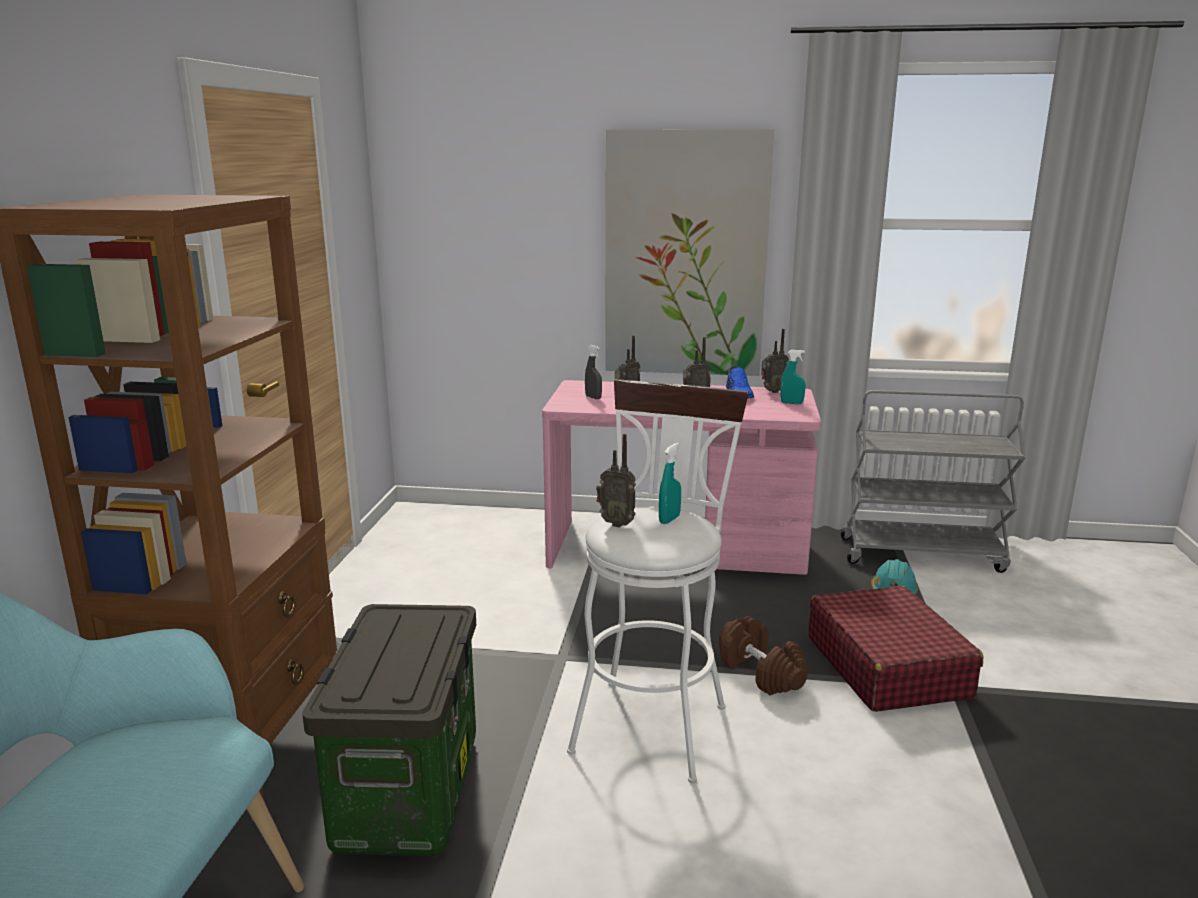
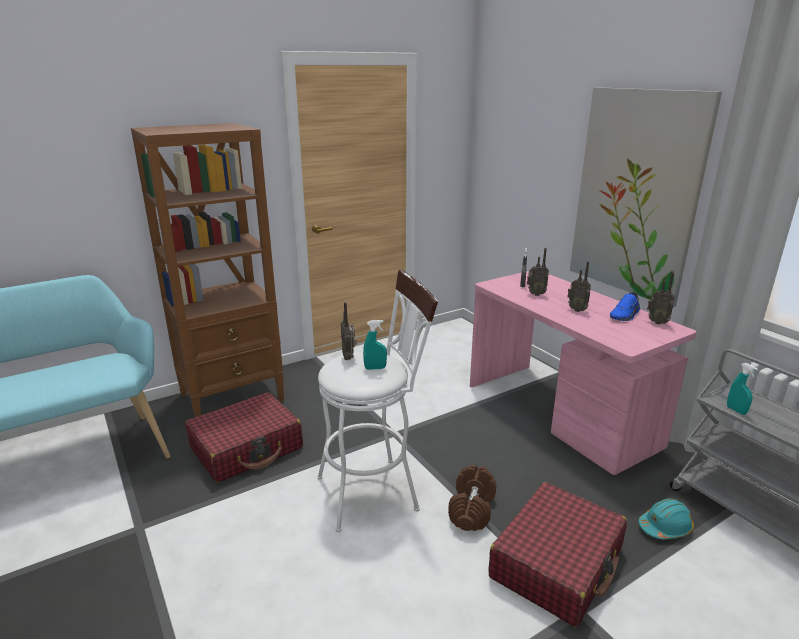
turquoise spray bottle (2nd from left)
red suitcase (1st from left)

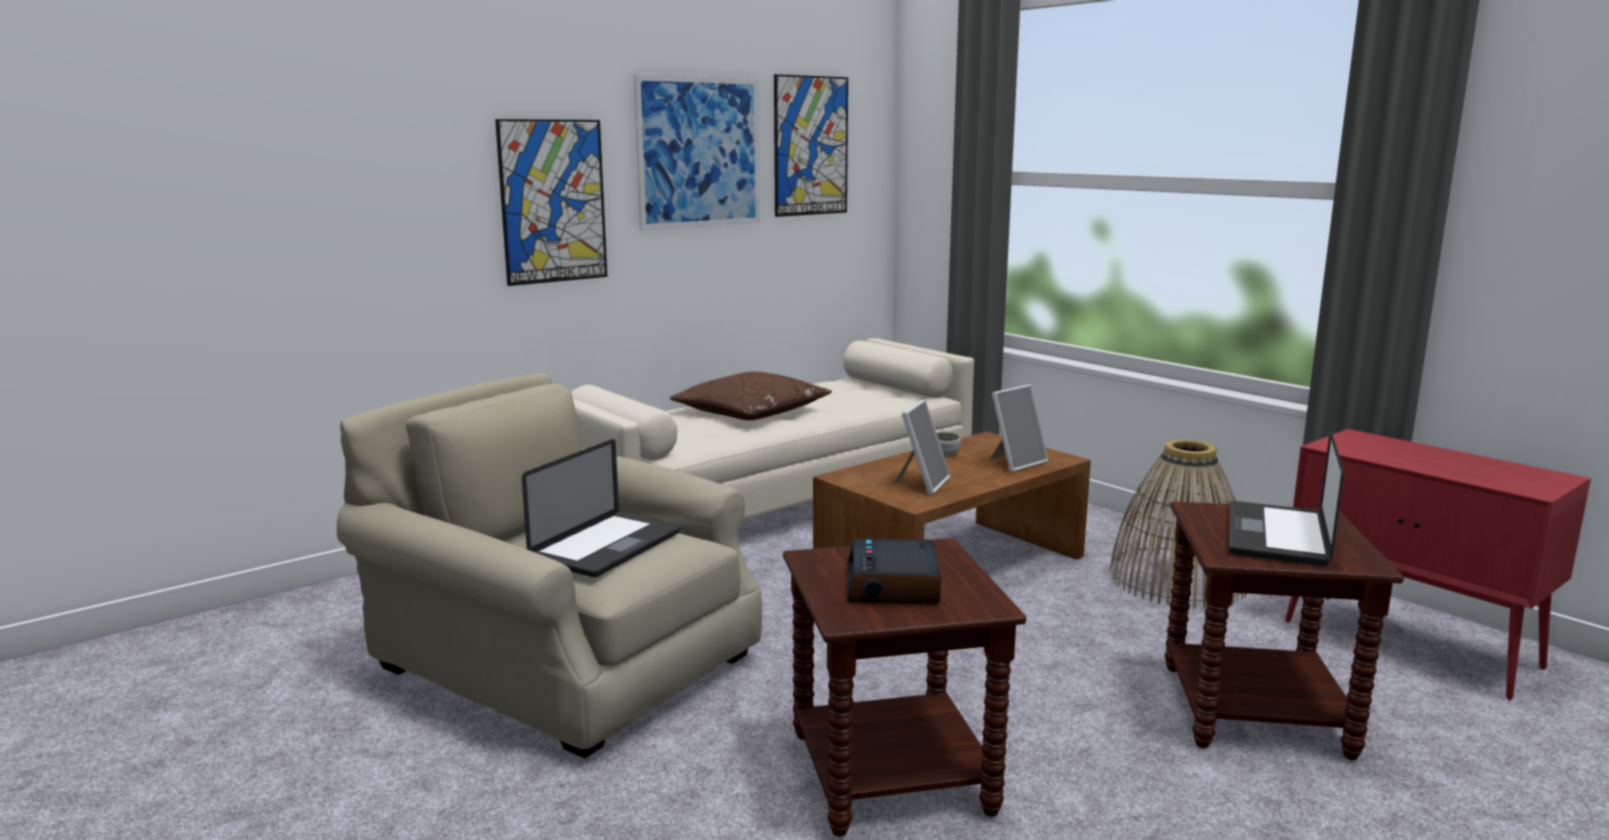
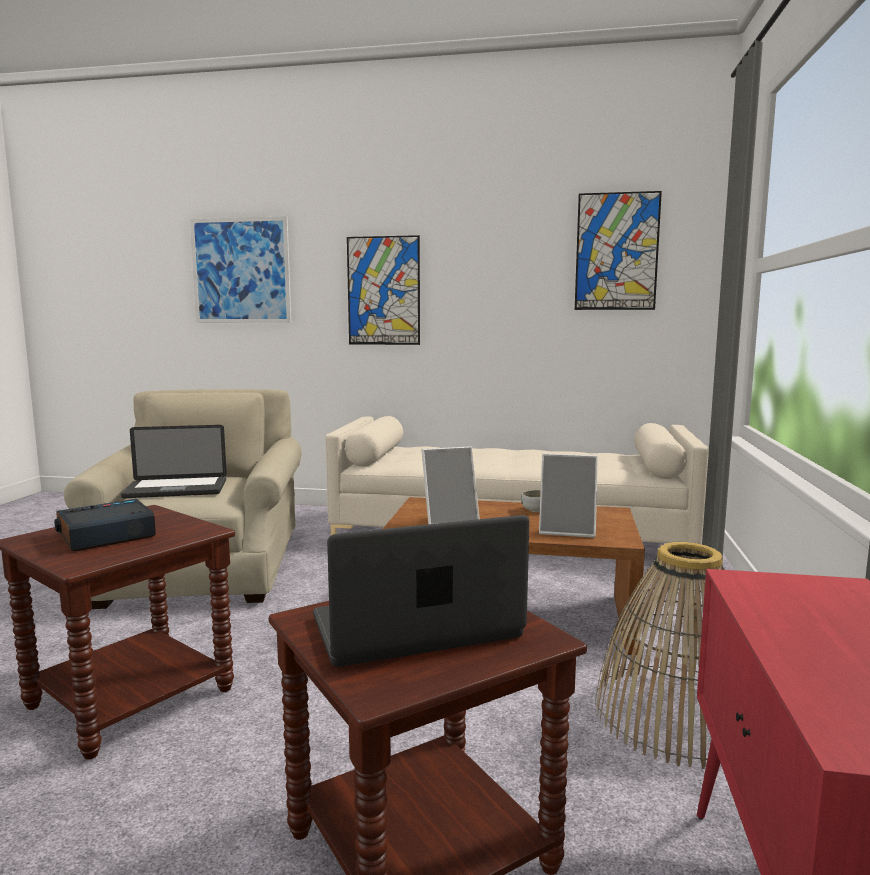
picture (1st from left)
brown pillow

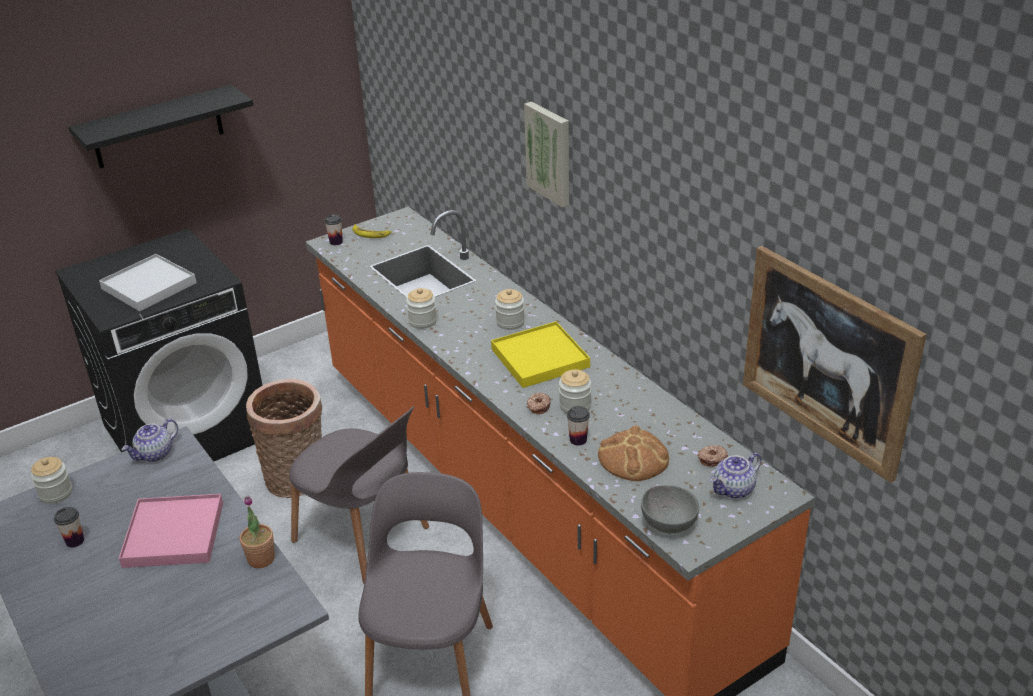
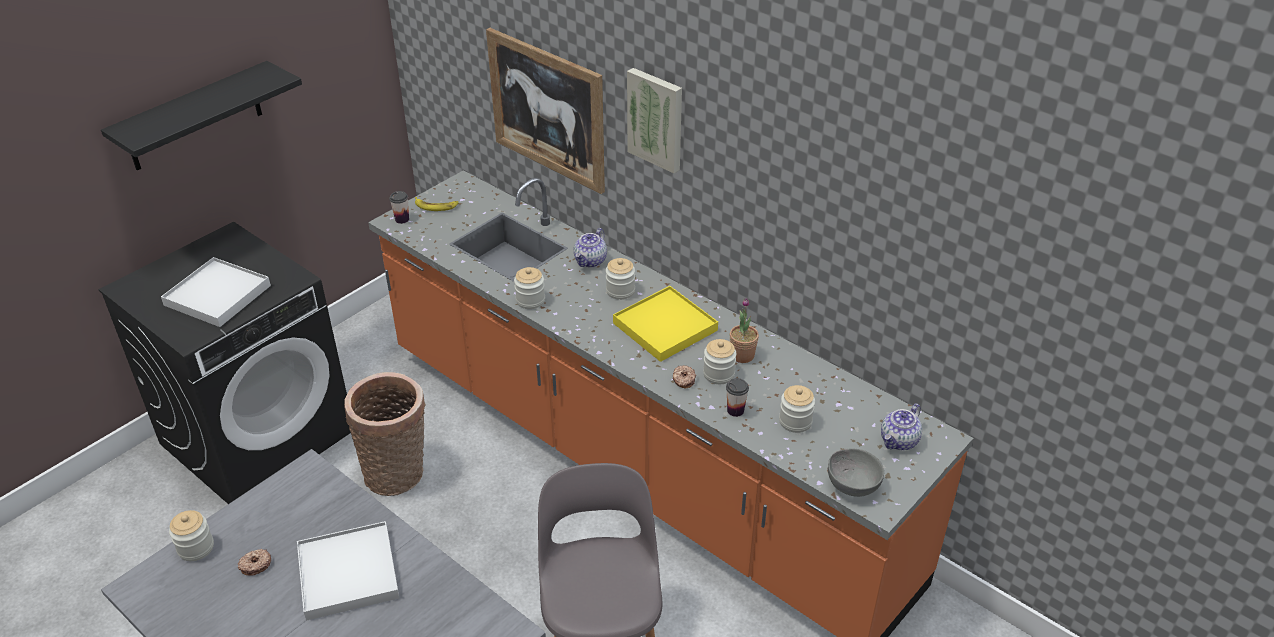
picture (1st from left)
grey chair (1st from left in the first image)
teapot (1st from left)
jar (5th from left)
donut (1st from left)
white tray (2nd from left)
potted plant
cup (1st from left in the first image)

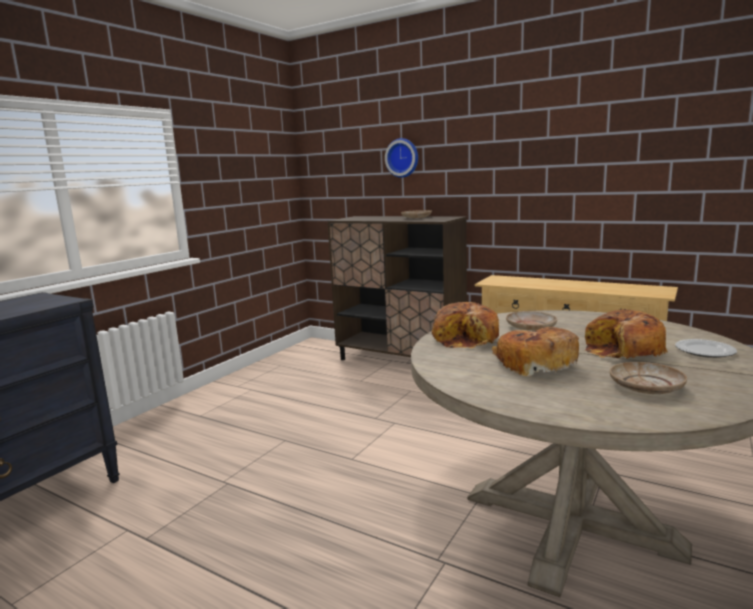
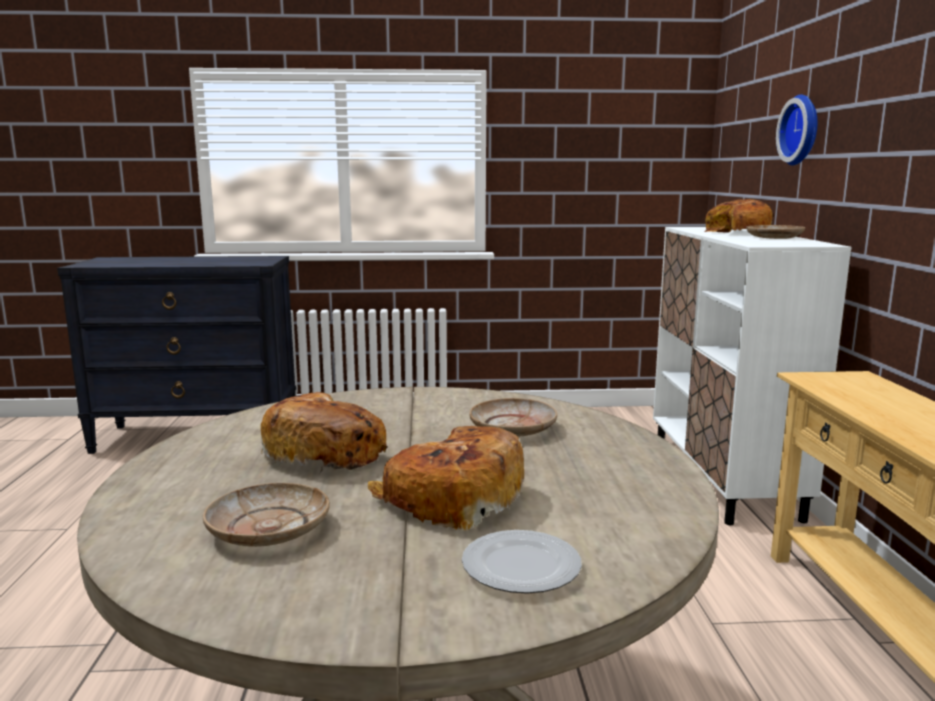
white cabinet
bread (3rd from left)

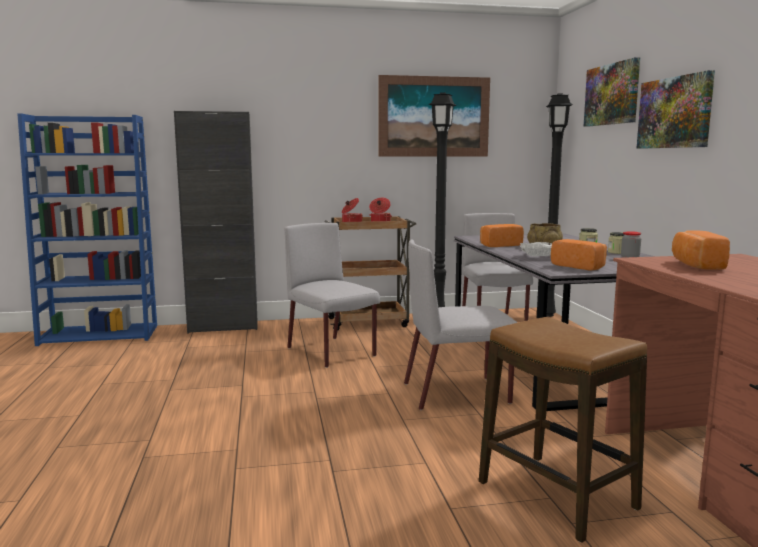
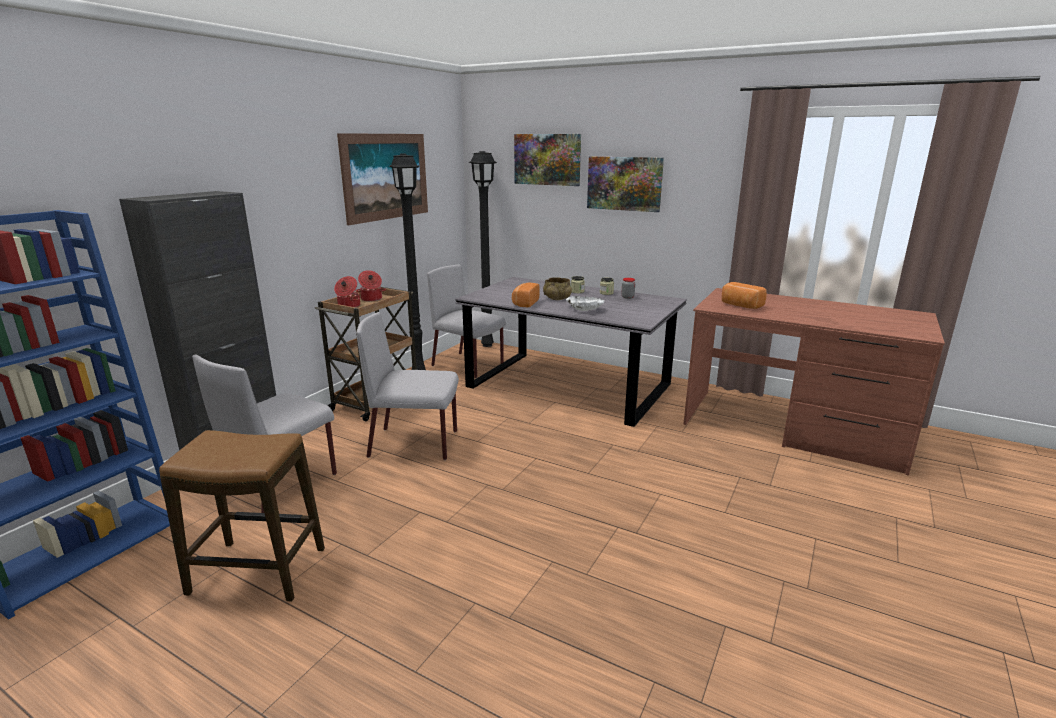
grey chair (1st from left)
bread (2nd from left in the first image)
stool

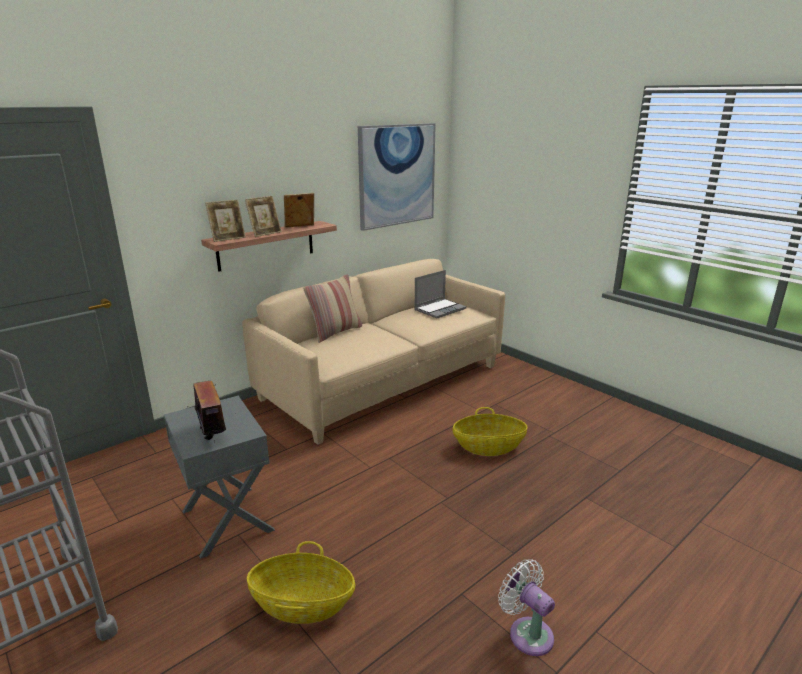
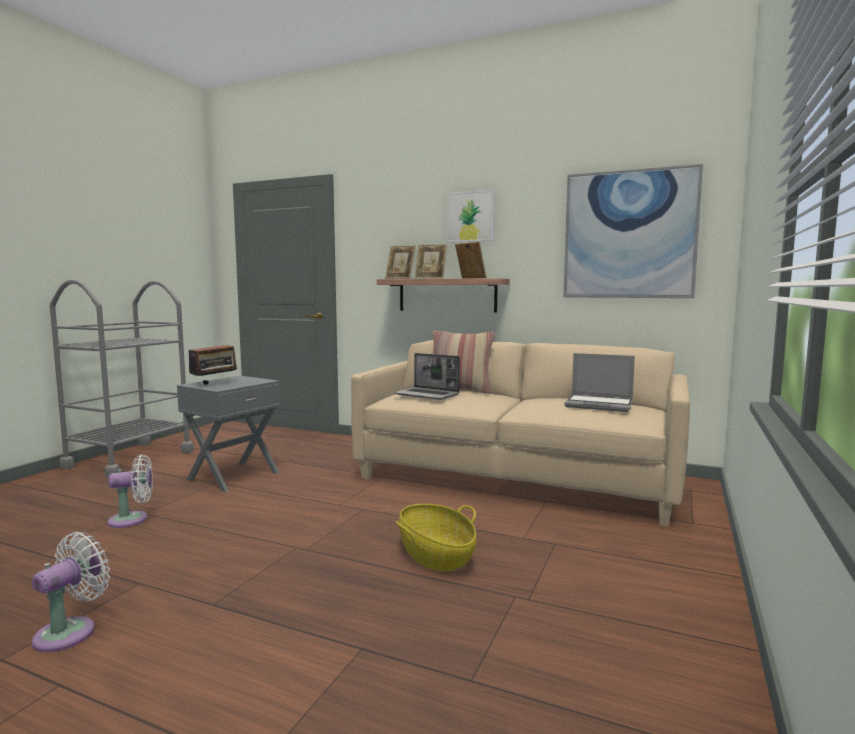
white fan (2nd from left)
picture (1st from left)
laptop (1st from left)

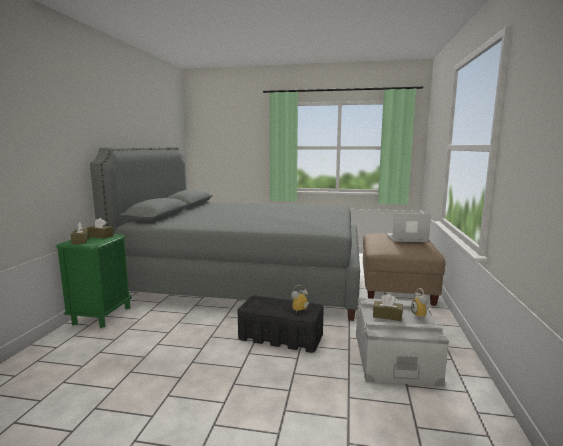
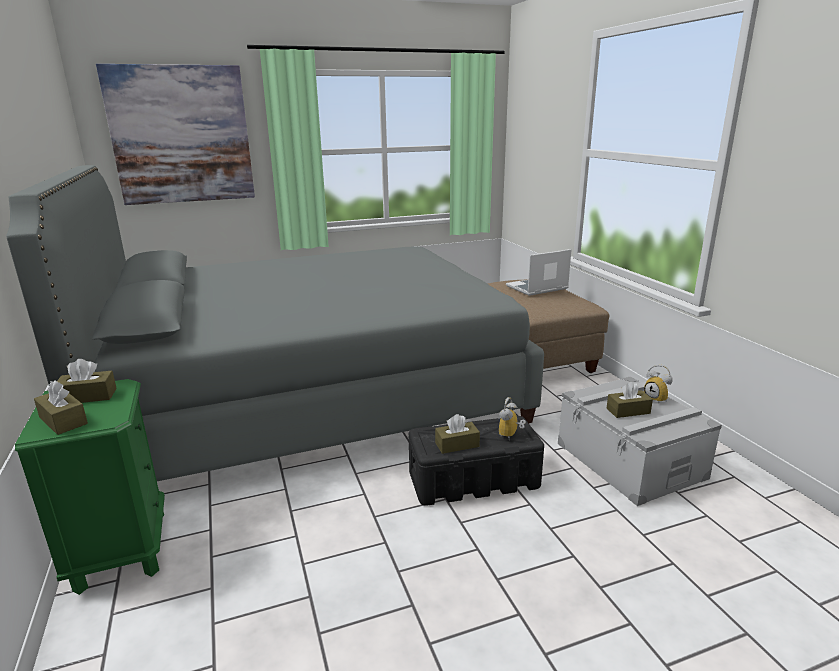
picture
brown tissue box (3rd from left)

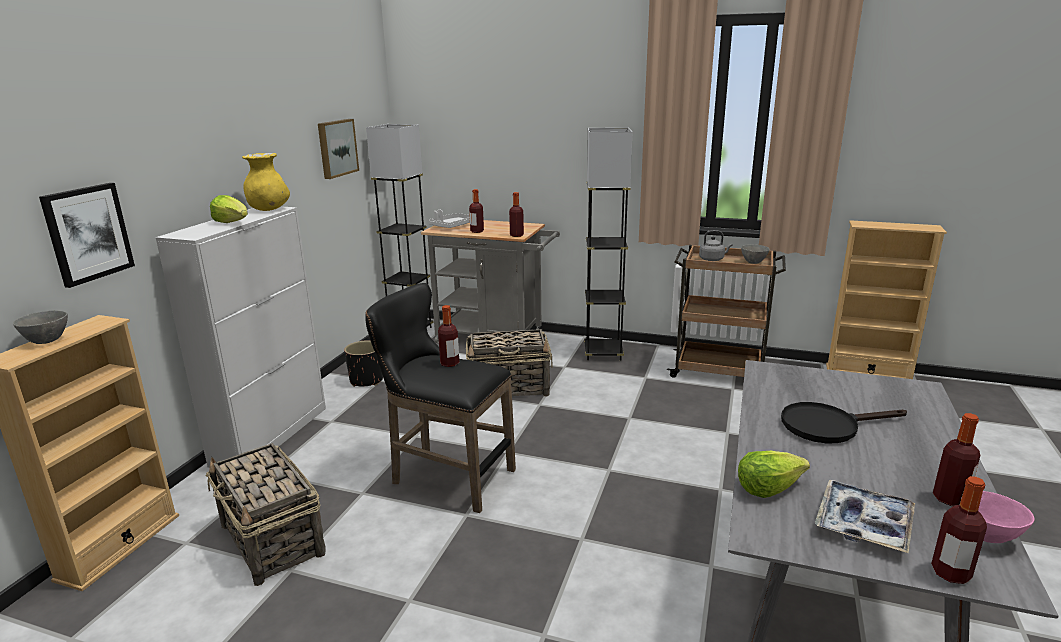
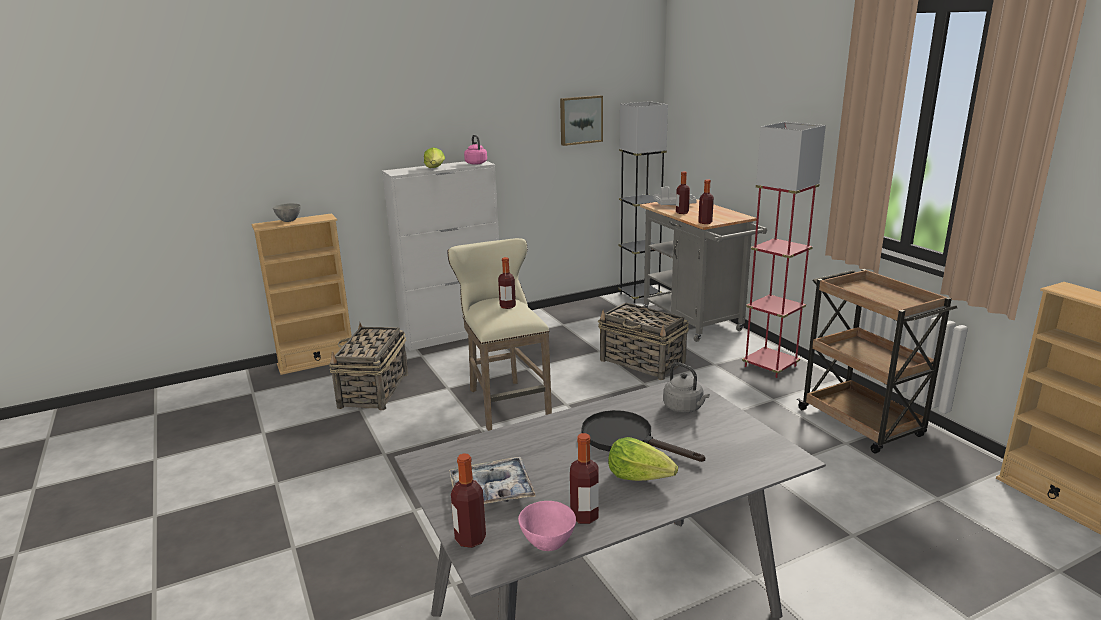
red floor lamp
pink kettle
picture (1st from left in the first image)
grey kettle
grey bowl (2nd from left in the first image)
beige stool
black planter
lettuce (2nd from left)

